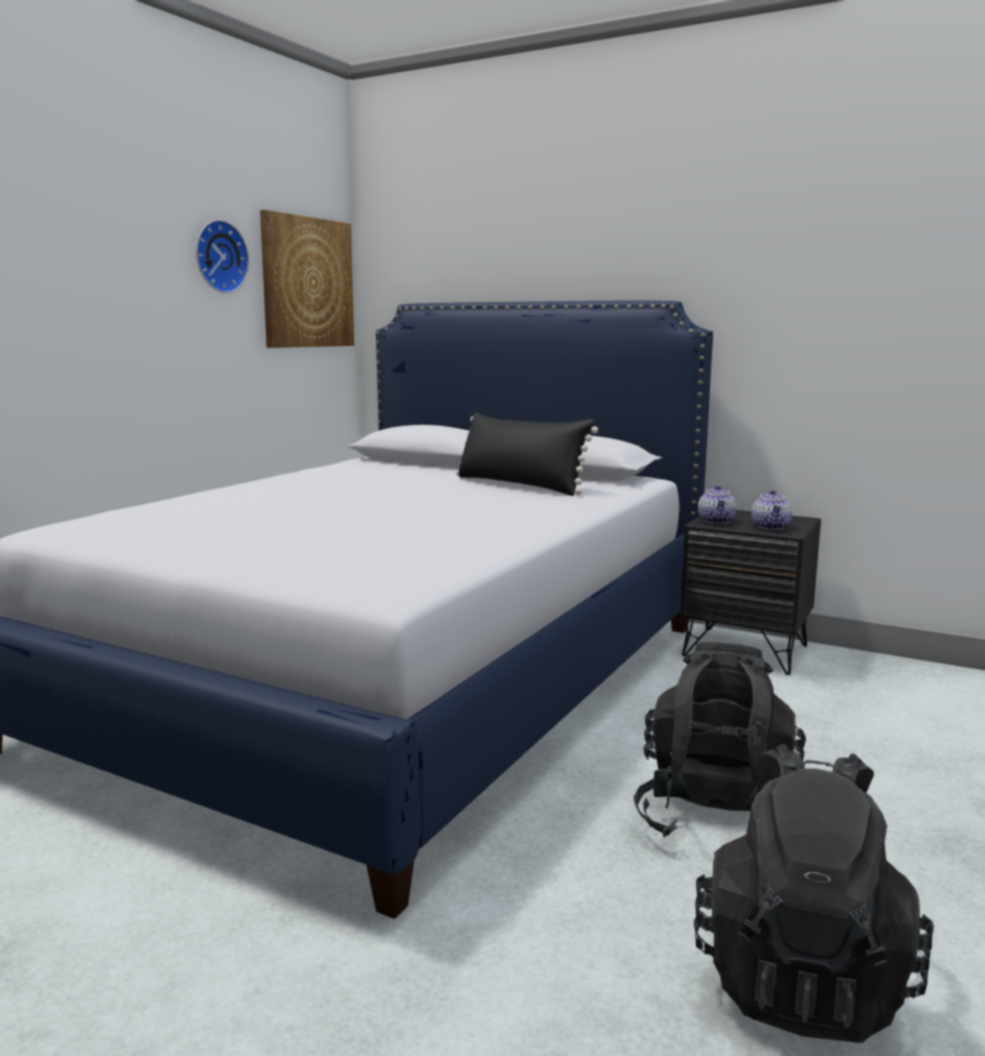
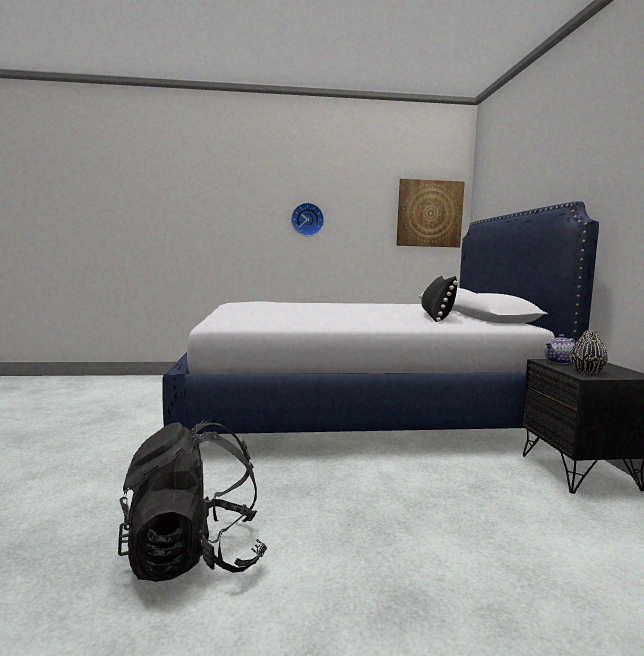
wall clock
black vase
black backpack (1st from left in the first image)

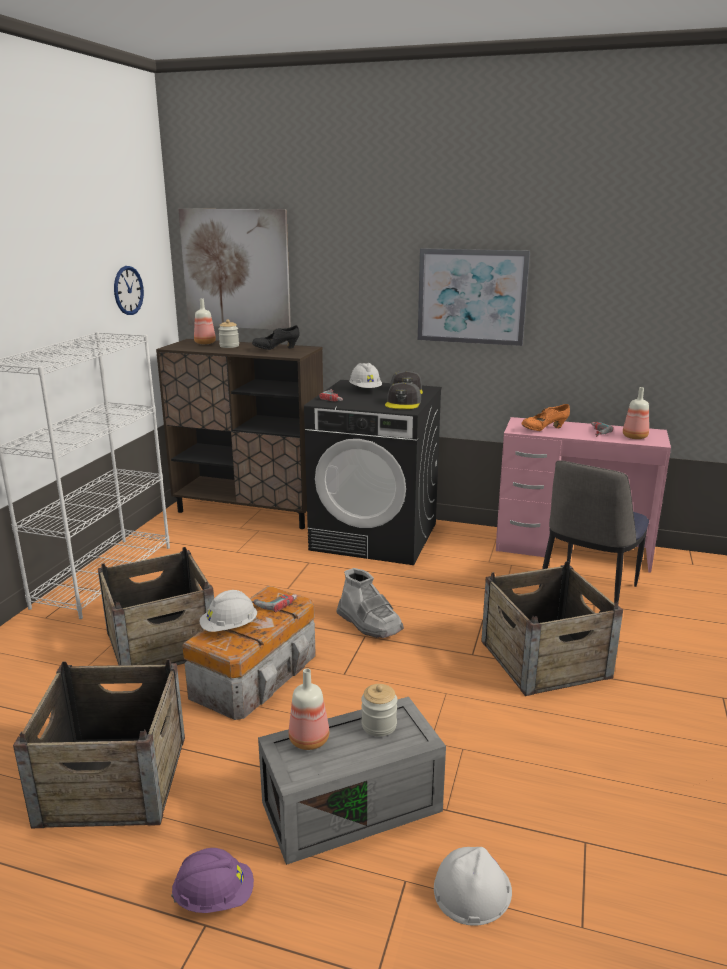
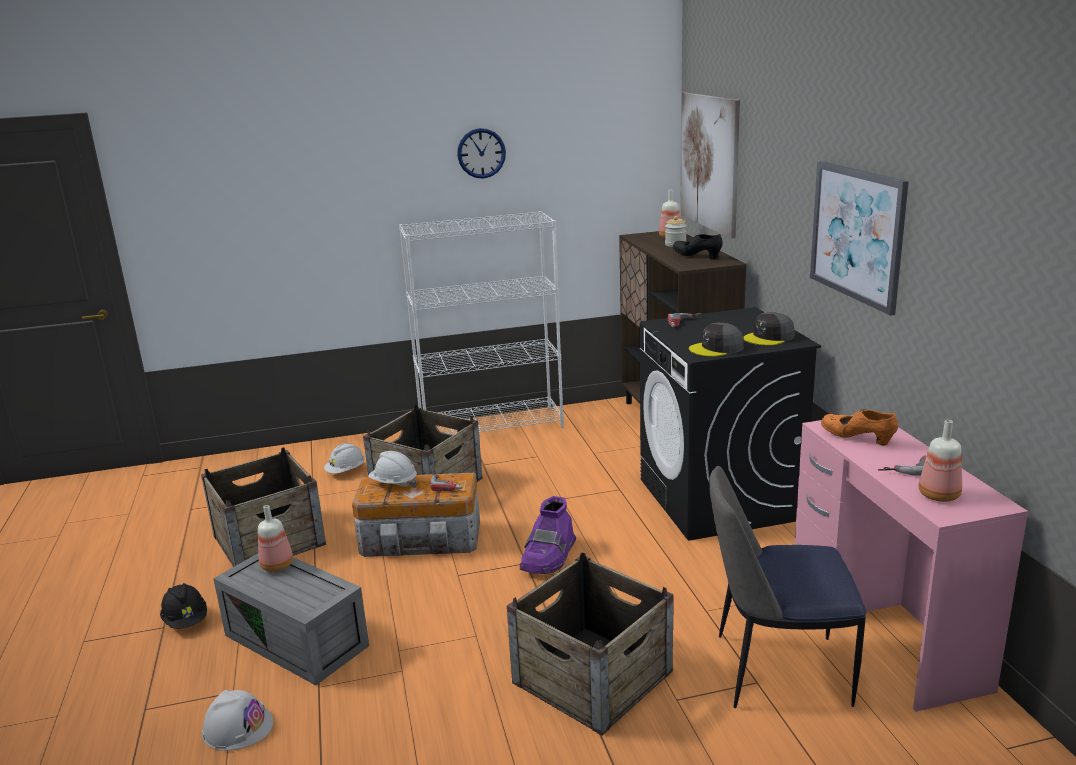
wall clock
white hard hat (2nd from left)
purple boot
jar (2nd from left in the first image)
black hard hat

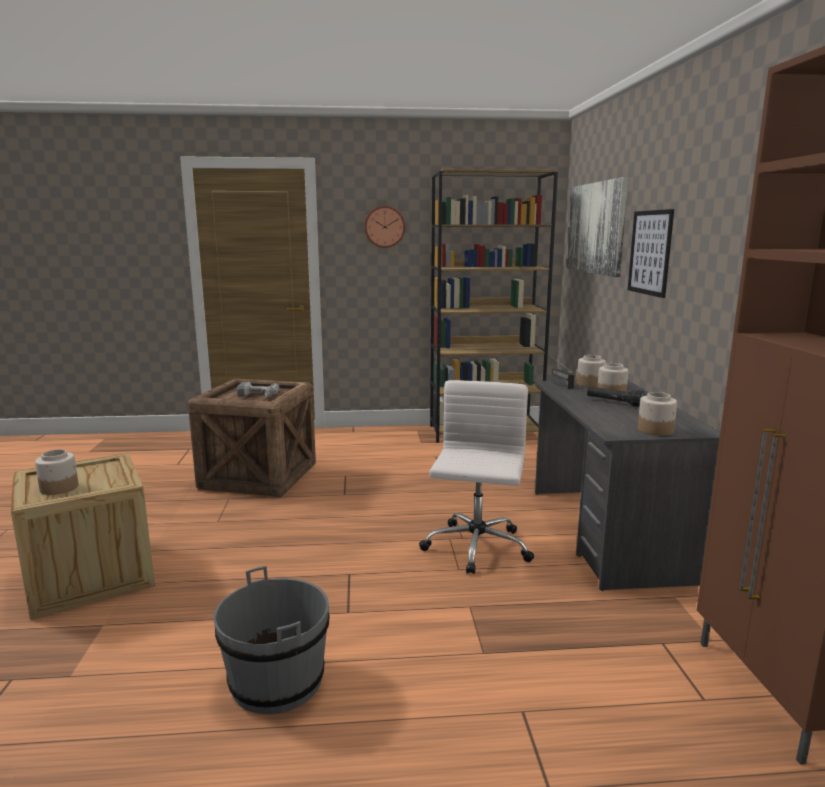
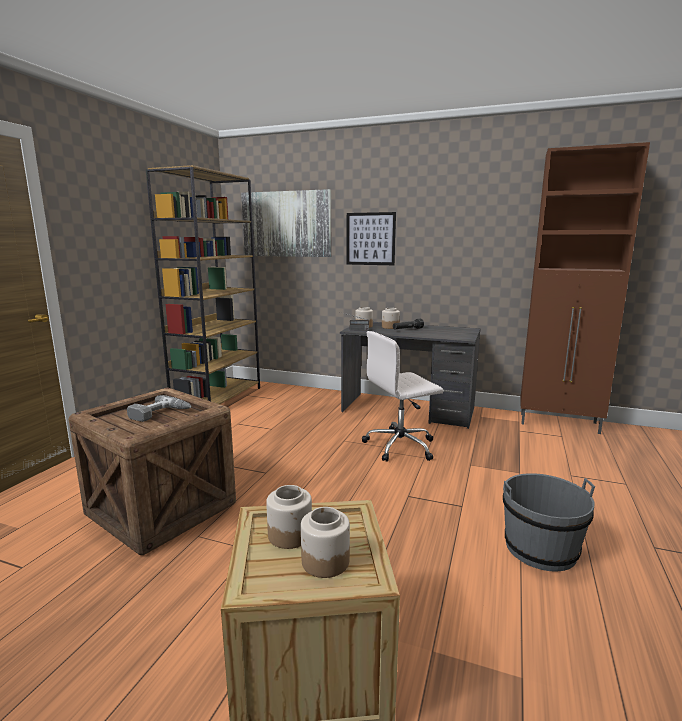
wall clock
white office chair
jar (1st from left)

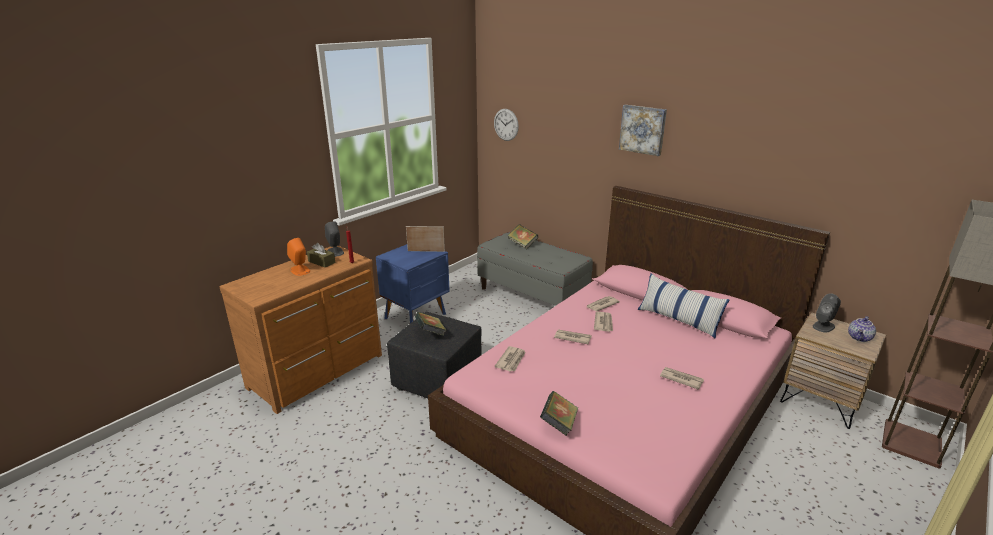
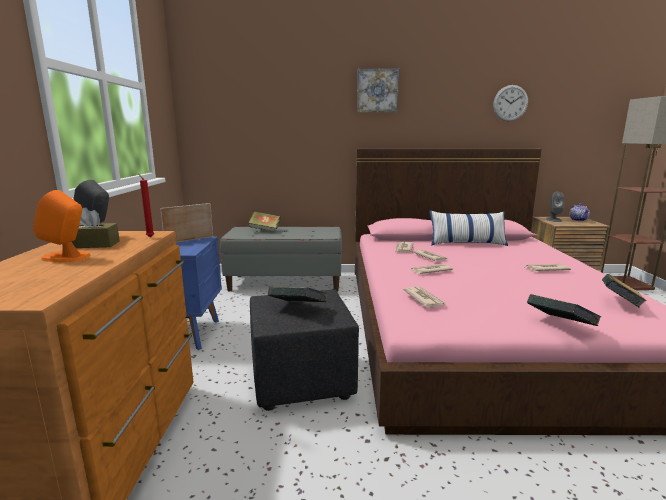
wall clock
book (4th from left)

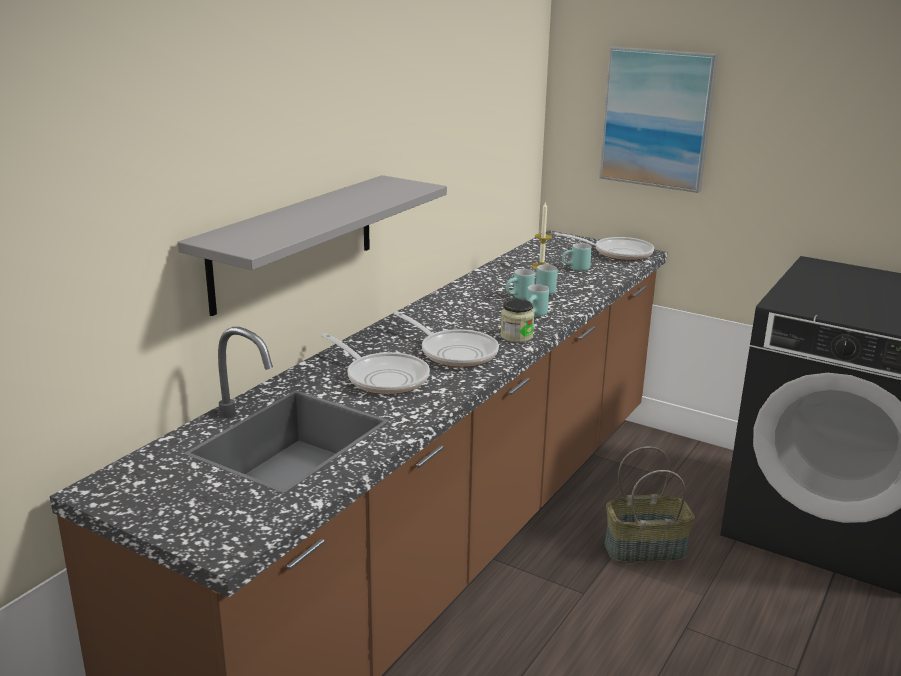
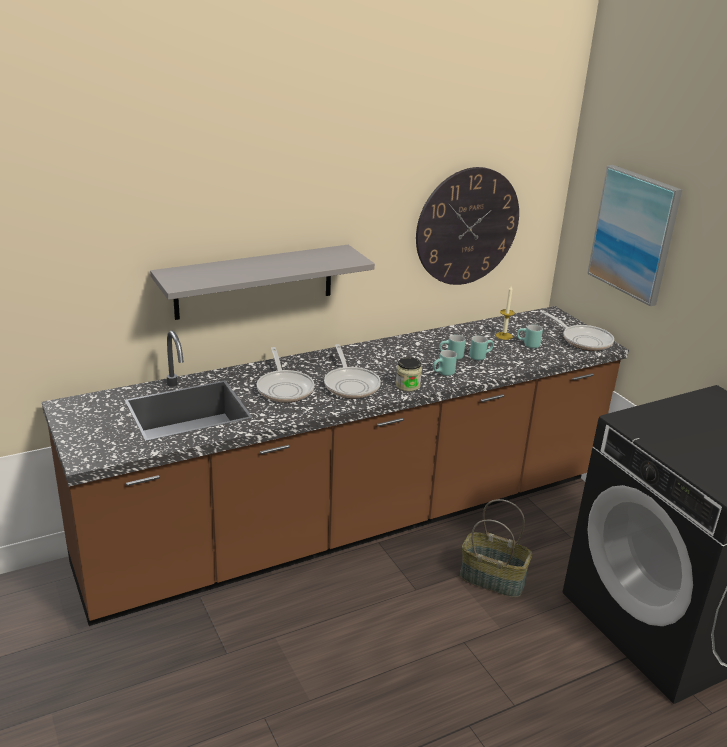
wall clock

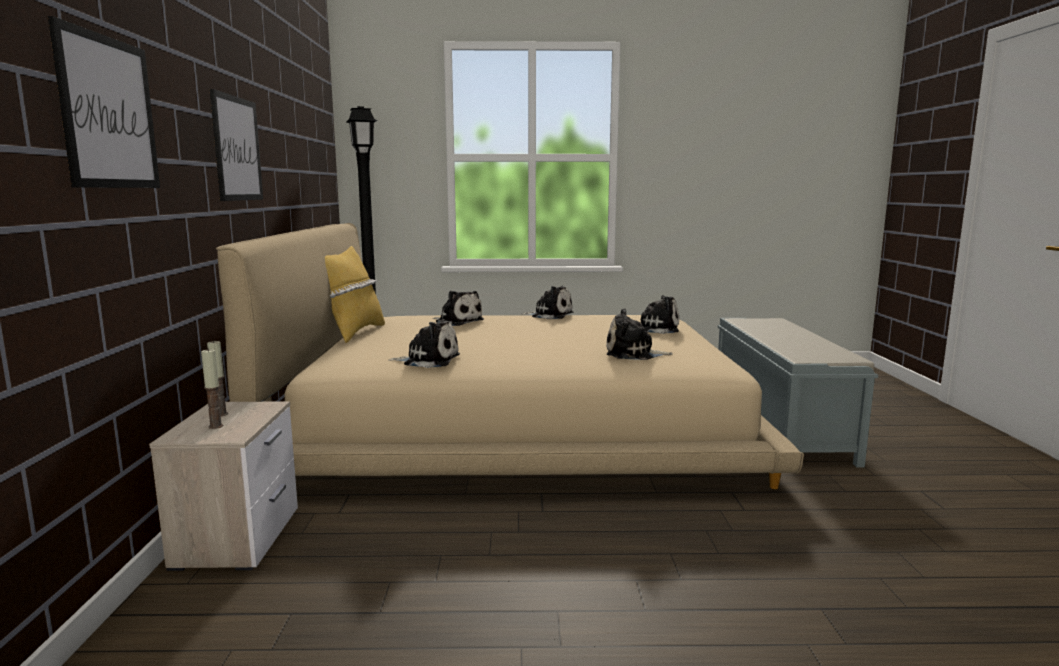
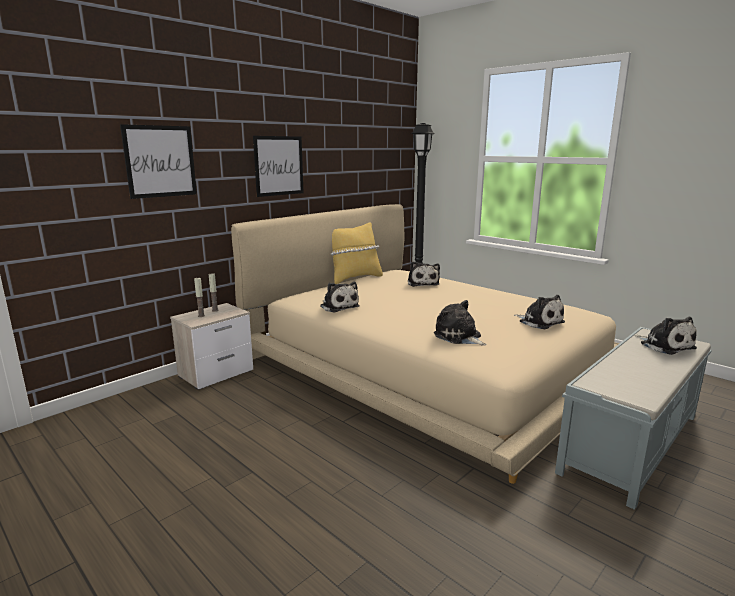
plush toy (5th from left)

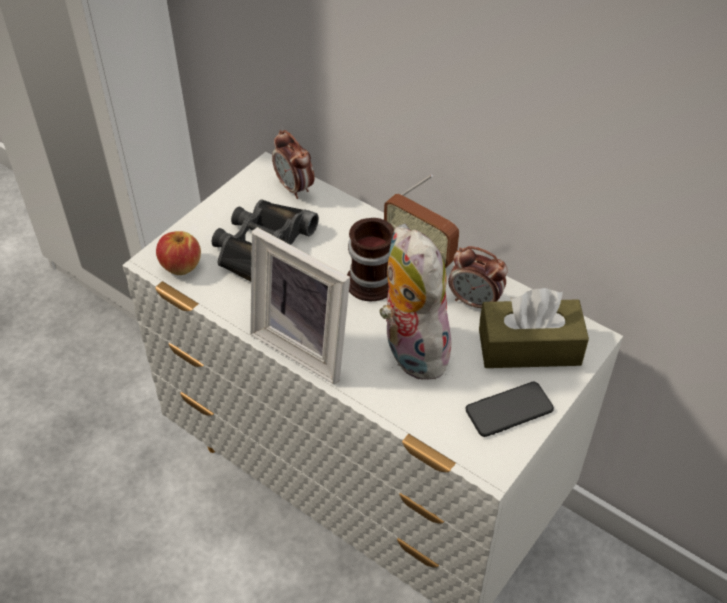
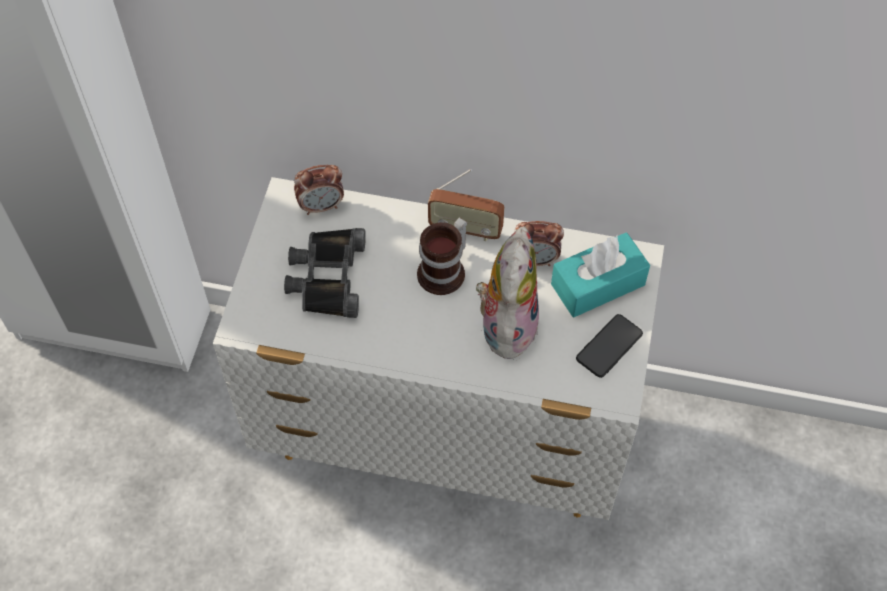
alarm clock (1st from left)
plush toy
picture frame
apple
turquoise tissue box

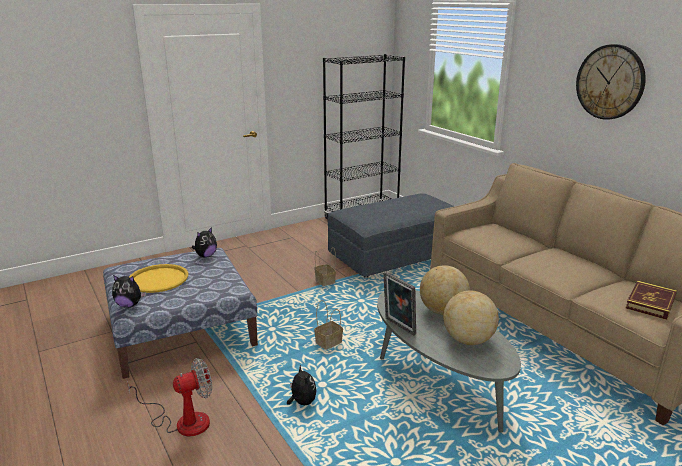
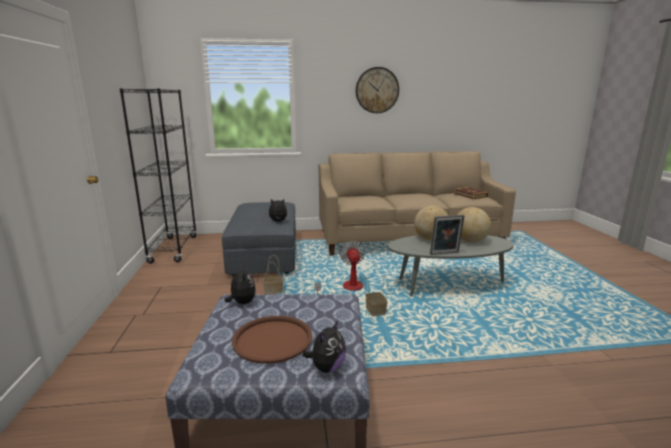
brown tray
fan
plush toy (2nd from left)

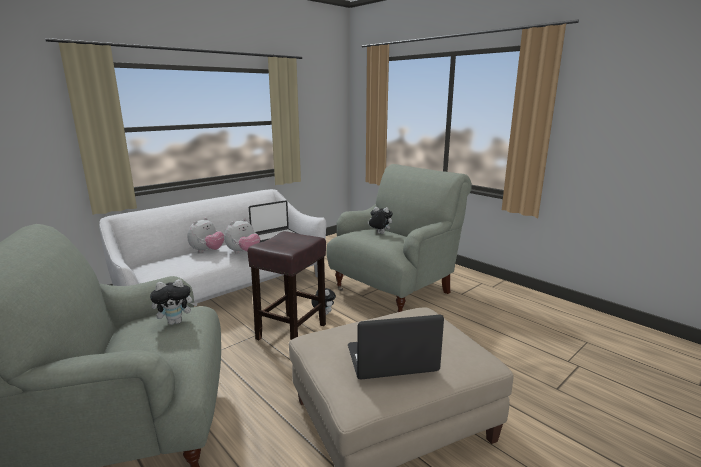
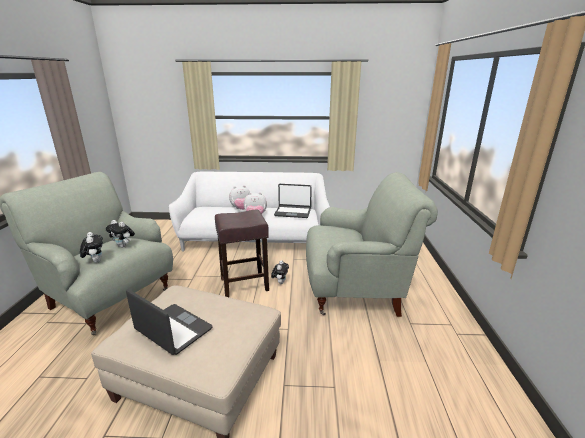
plush toy (1st from left)

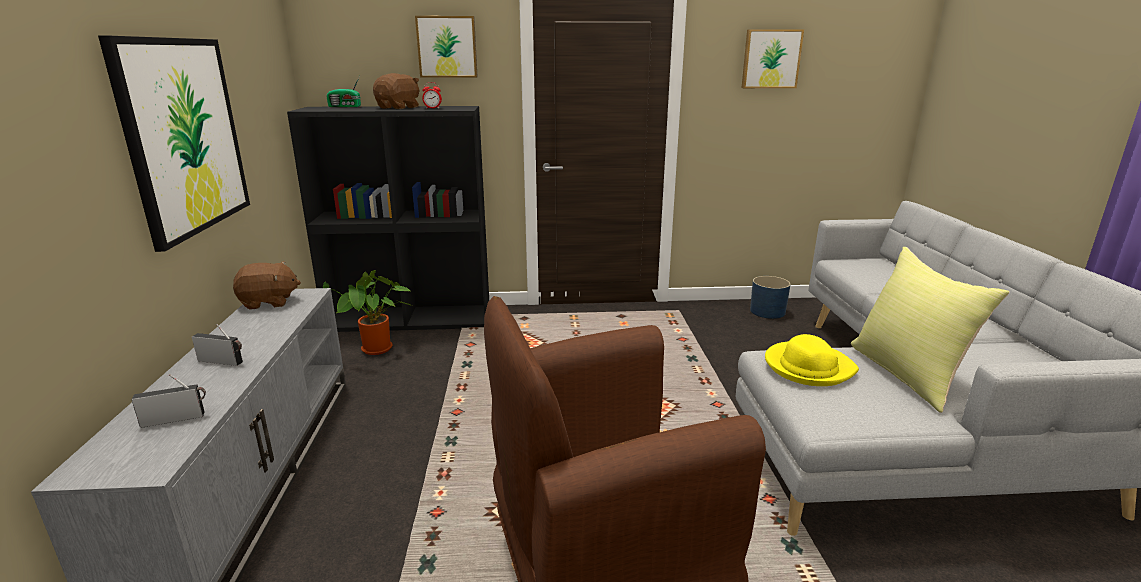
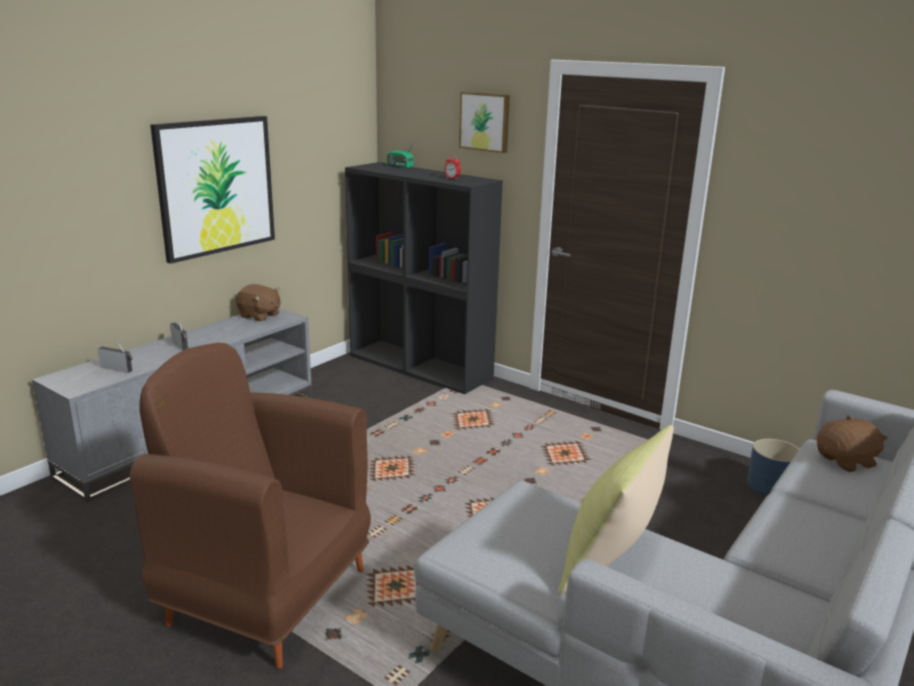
picture (3rd from left in the first image)
brown plush toy (2nd from left)
potted plant
yellow hat

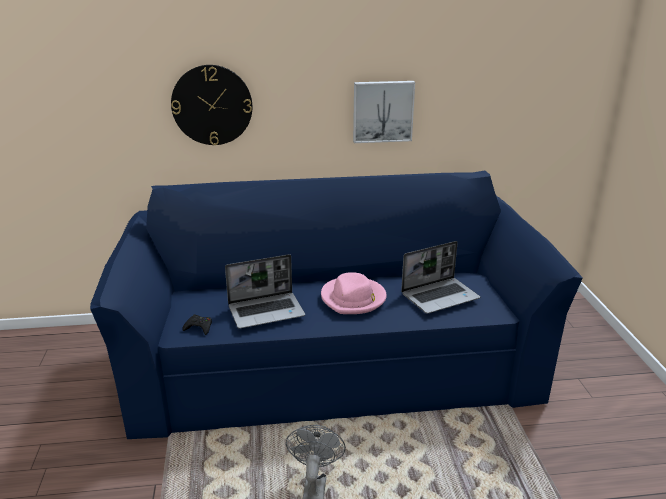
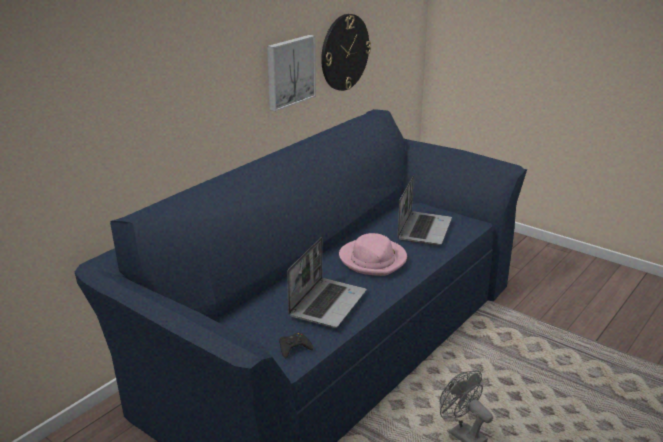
wall clock

